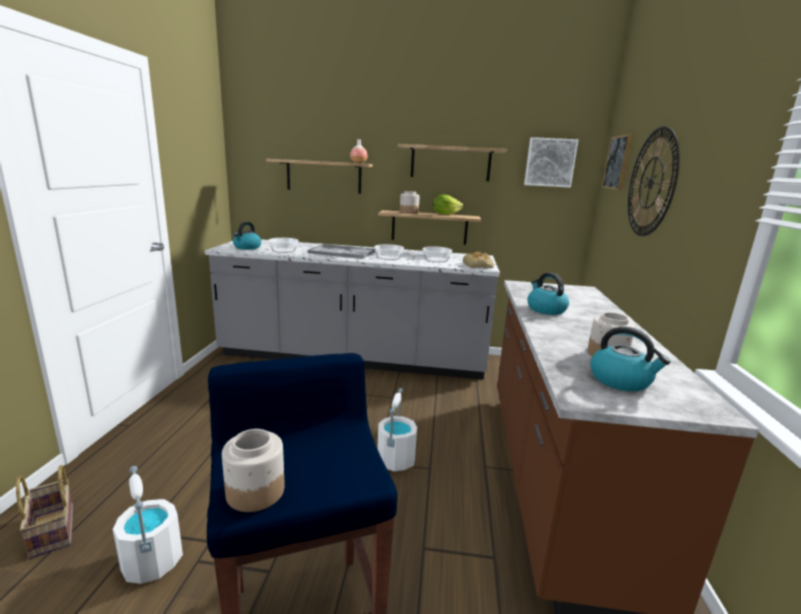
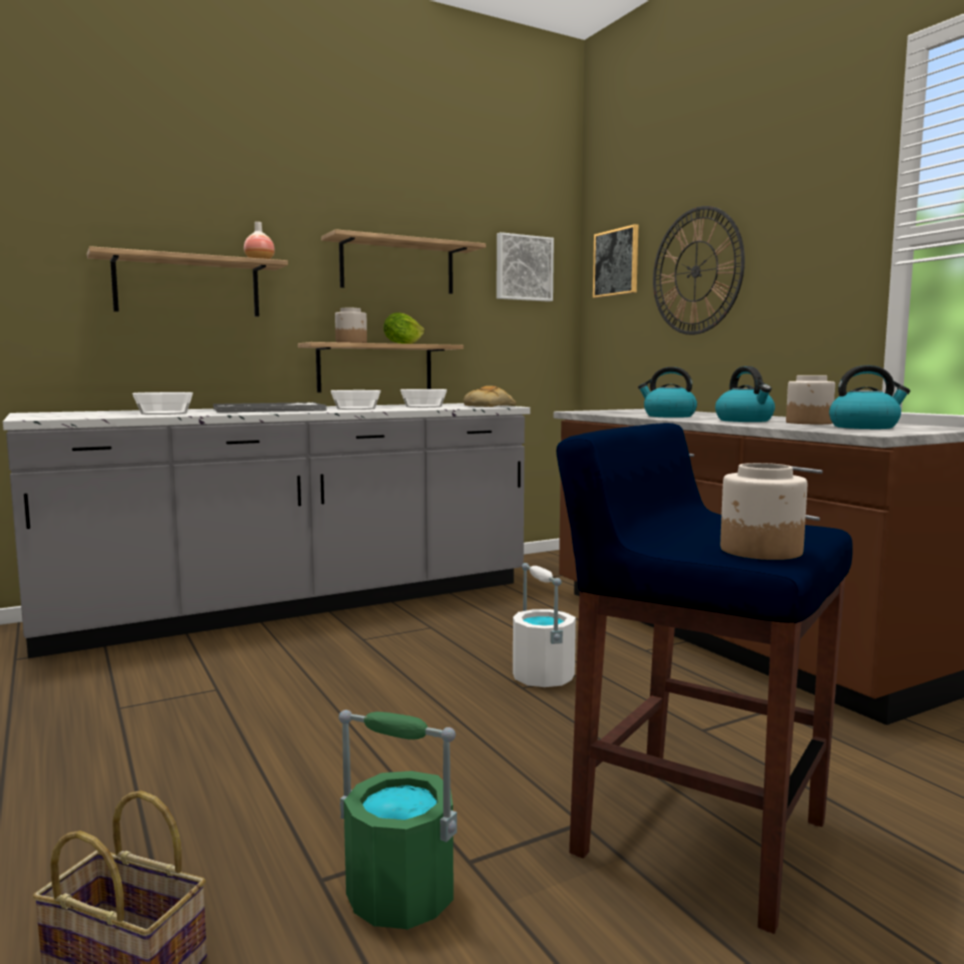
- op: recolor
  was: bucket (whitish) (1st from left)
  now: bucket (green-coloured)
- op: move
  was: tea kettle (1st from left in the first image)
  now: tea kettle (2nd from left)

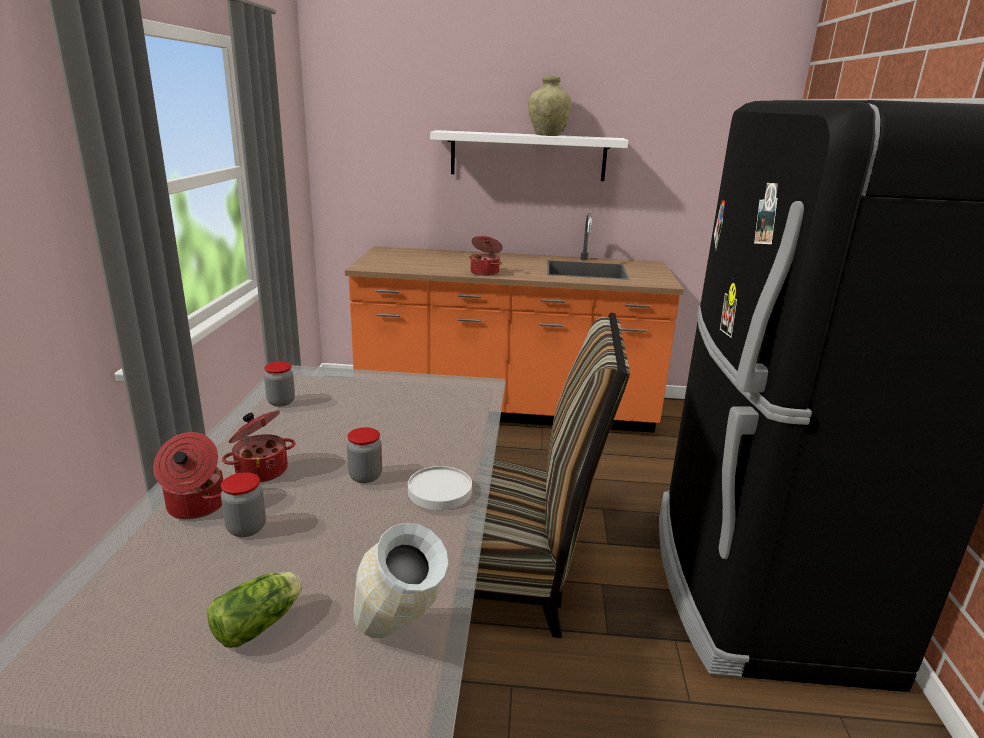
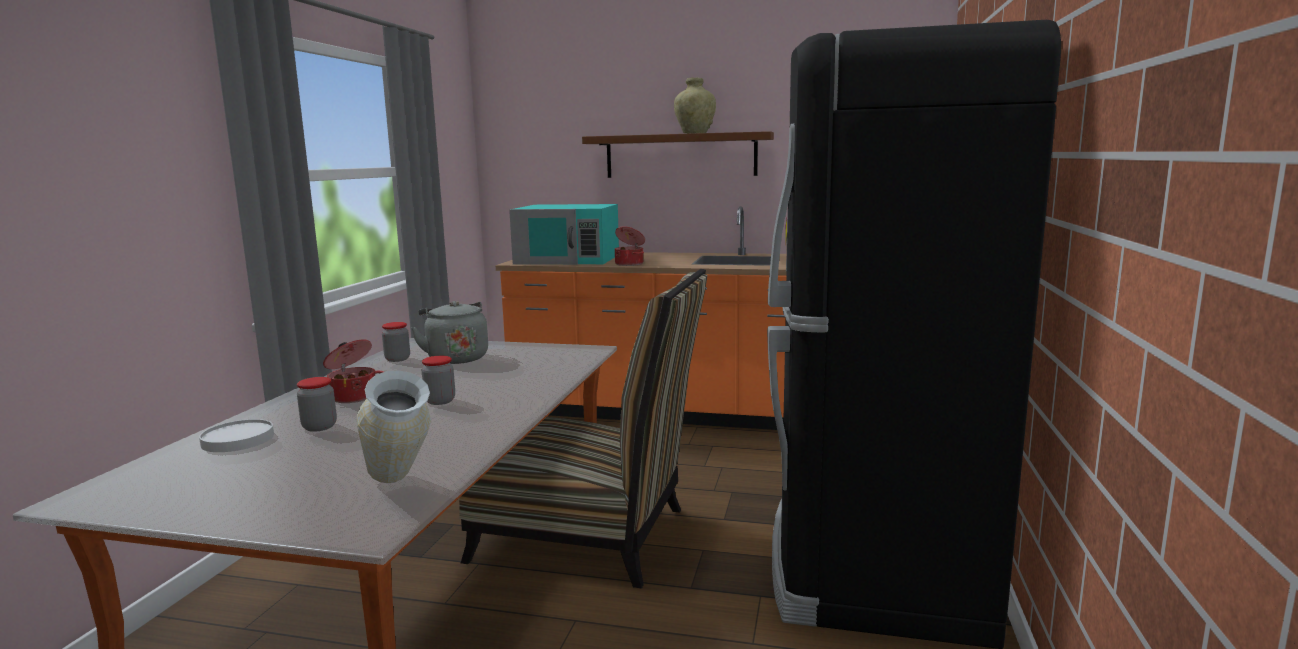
- op: move
  was: dinner plate (whitish)
- op: insert
  now: tea kettle (grey)
- op: insert
  now: kitchen microwave (turquoise)
- op: recolor
  was: wall shelf (whitish)
  now: wall shelf (brownish)
- op: delete
  was: stockpot (1st from left)
- op: delete
  was: lettuce

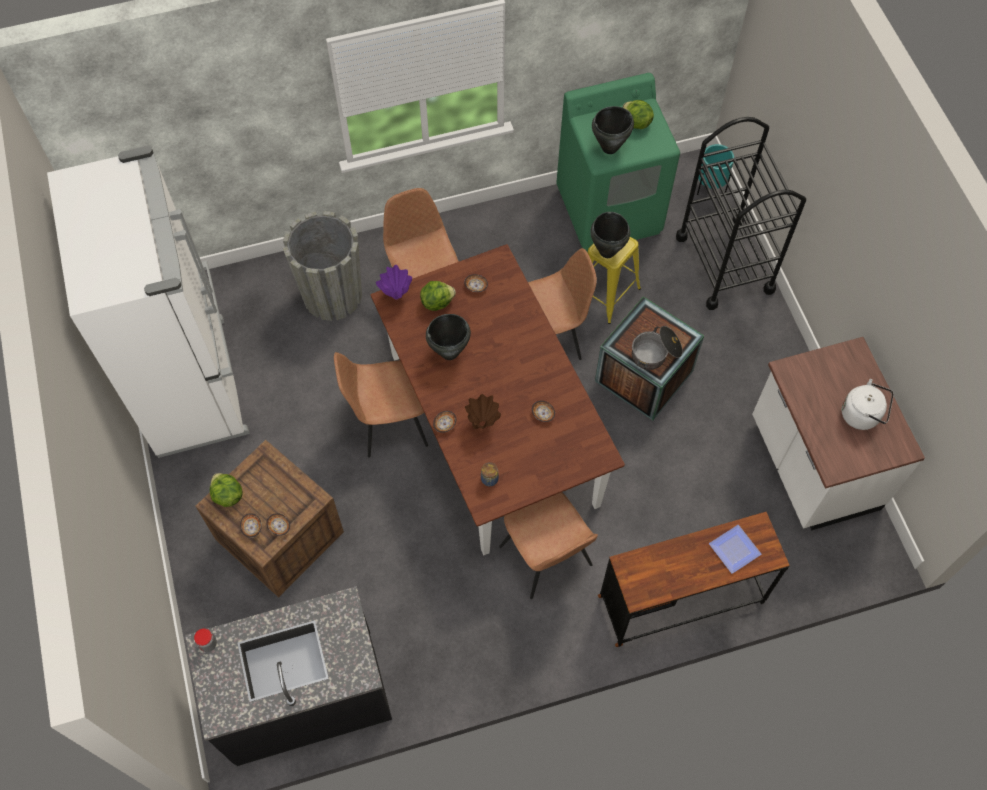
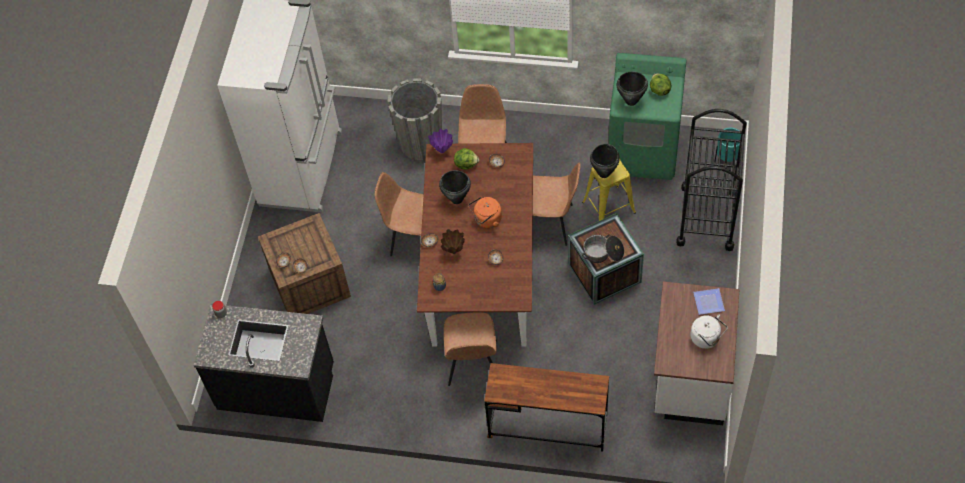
- op: insert
  now: tea kettle (orangey)
- op: move
  was: dinner plate
- op: delete
  was: lettuce (1st from left)

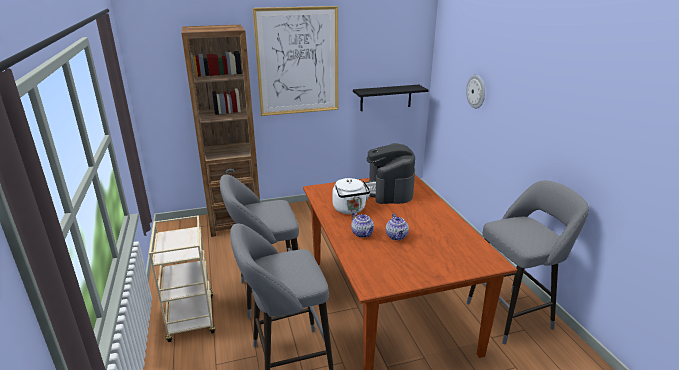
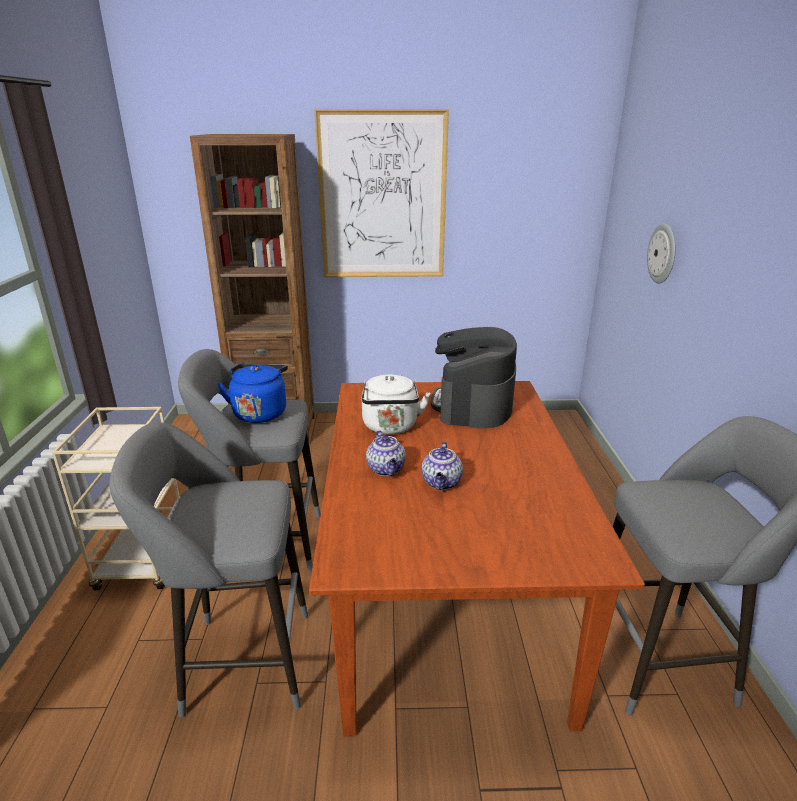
- op: insert
  now: tea kettle (bluish)
- op: delete
  was: wall shelf (black-coloured)

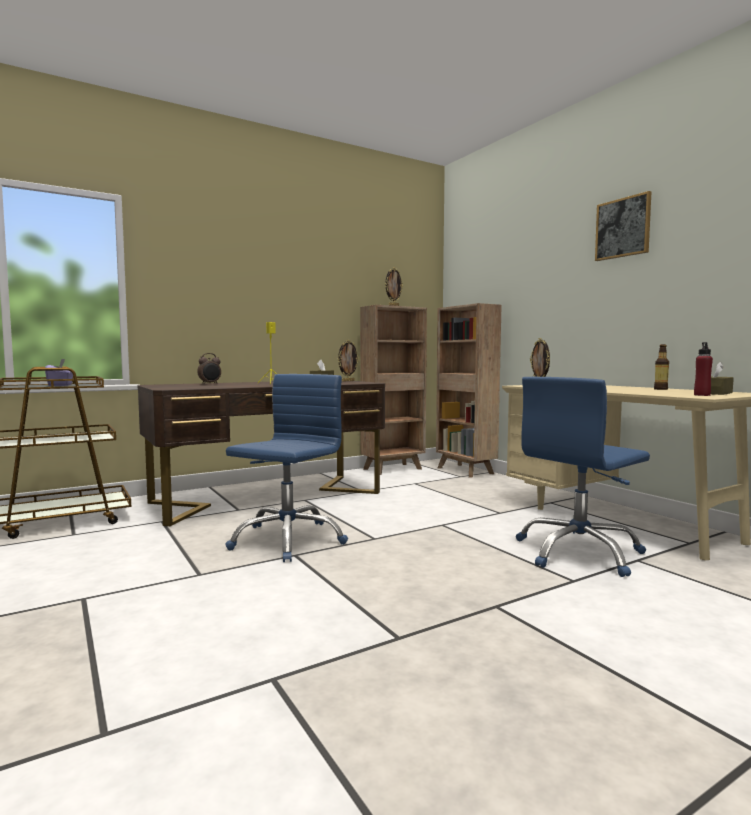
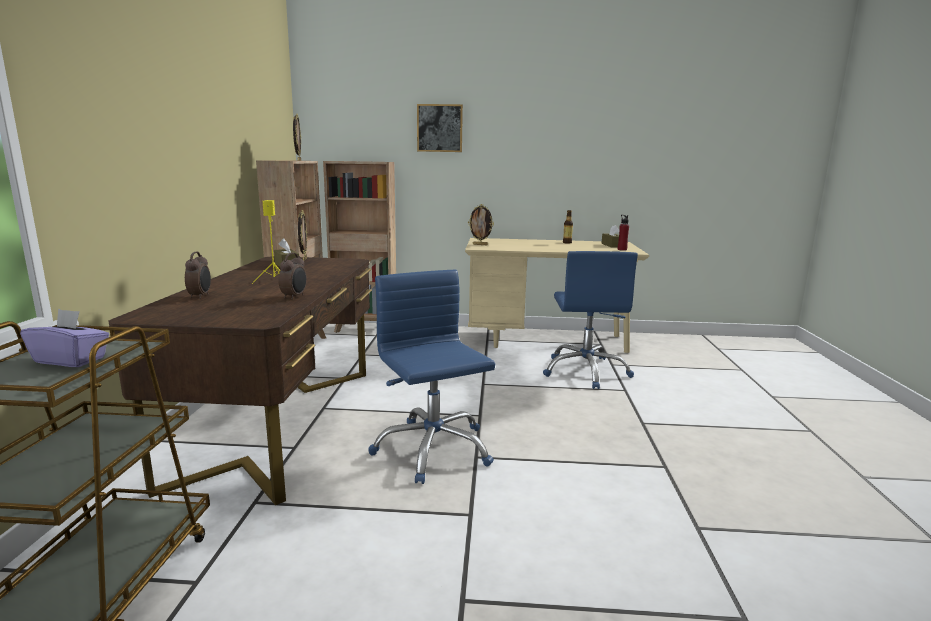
- op: insert
  now: table clock (2nd from left)
- op: move
  was: wall picture

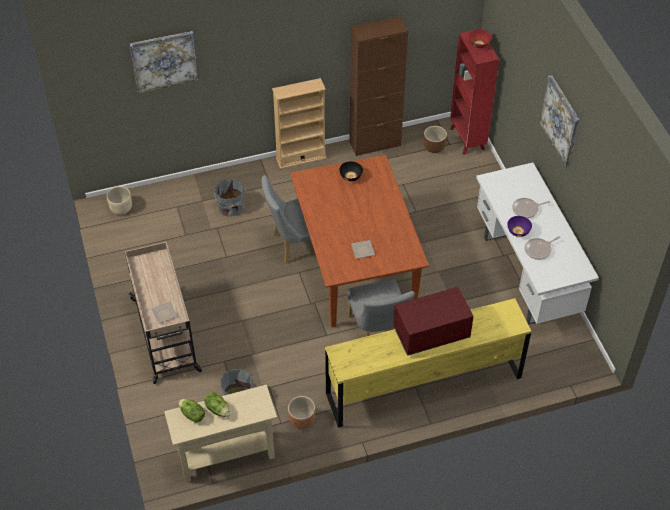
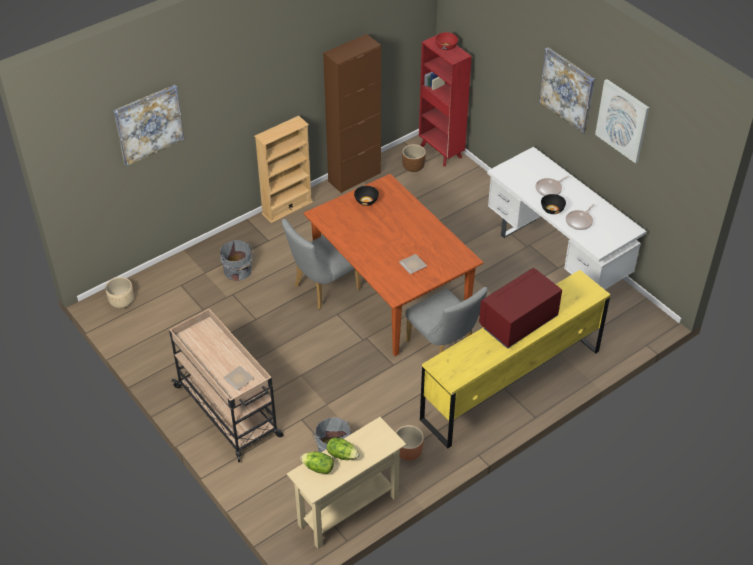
- op: recolor
  was: bowl (purple-coloured)
  now: bowl (black-coloured) (2nd from left)
- op: insert
  now: wall picture (3rd from left)

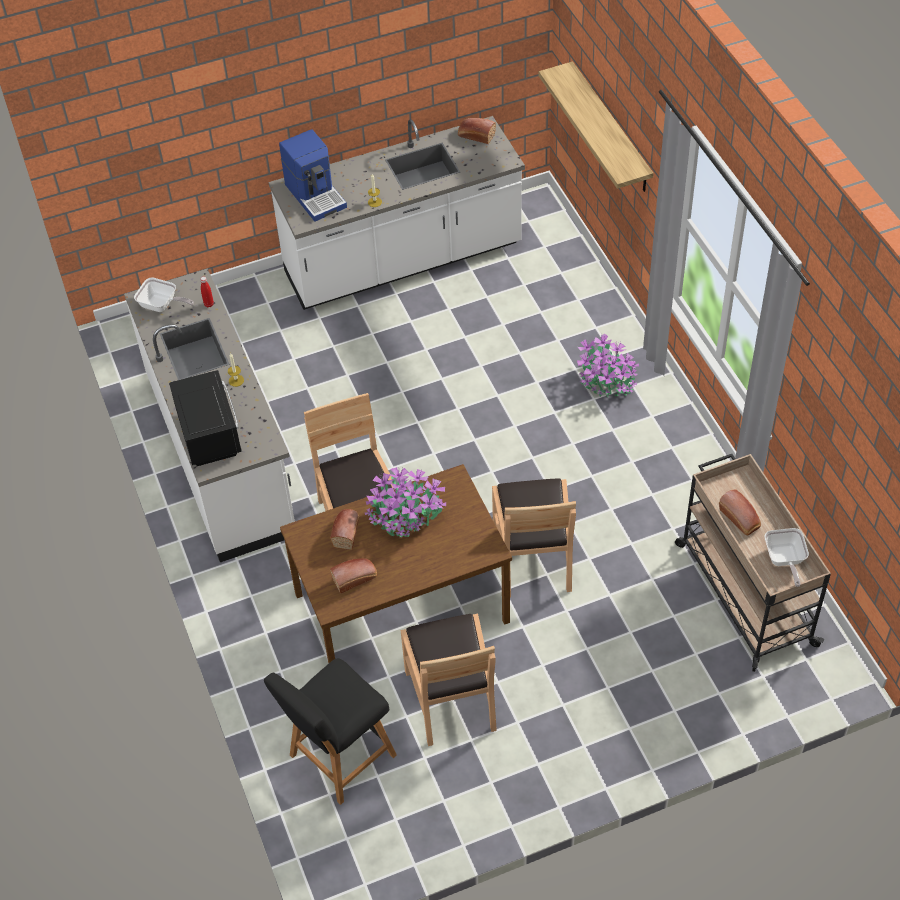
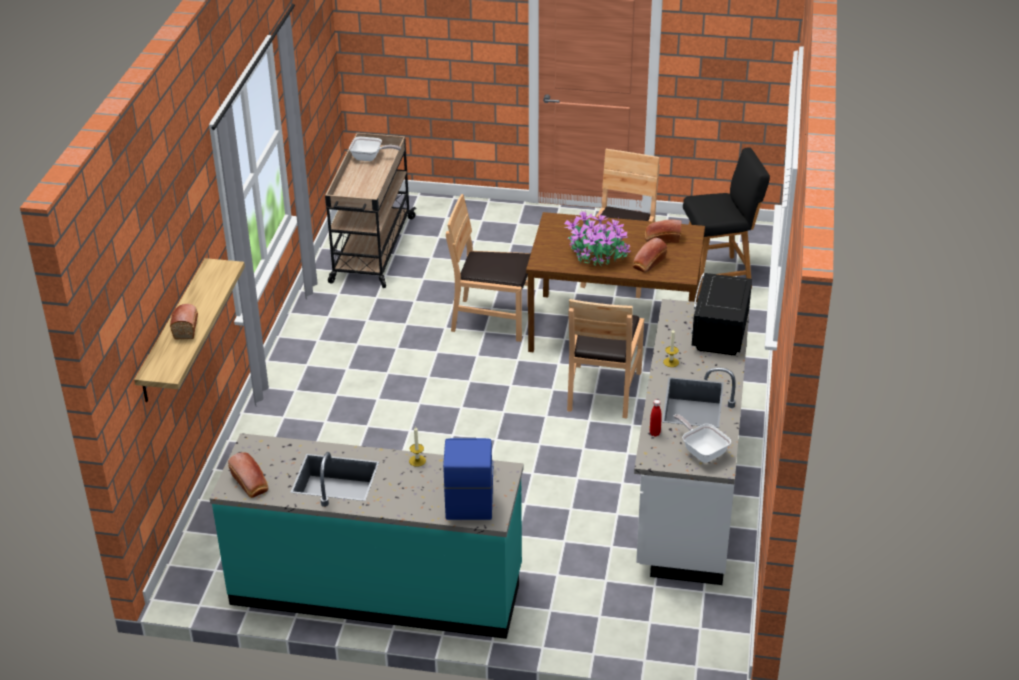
- op: move
  was: bread (4th from left in the first image)
  now: bread (1st from left)
- op: recolor
  was: counter (whitish) (2nd from left)
  now: counter (turquoise)
- op: rotate
  was: frying pan (2nd from left in the first image)
  clockwise: 75
- op: rotate
  was: upright chair (brownish) (3rd from left in the first image)
  clockwise: -105
- op: delete
  was: potted plant (2nd from left)

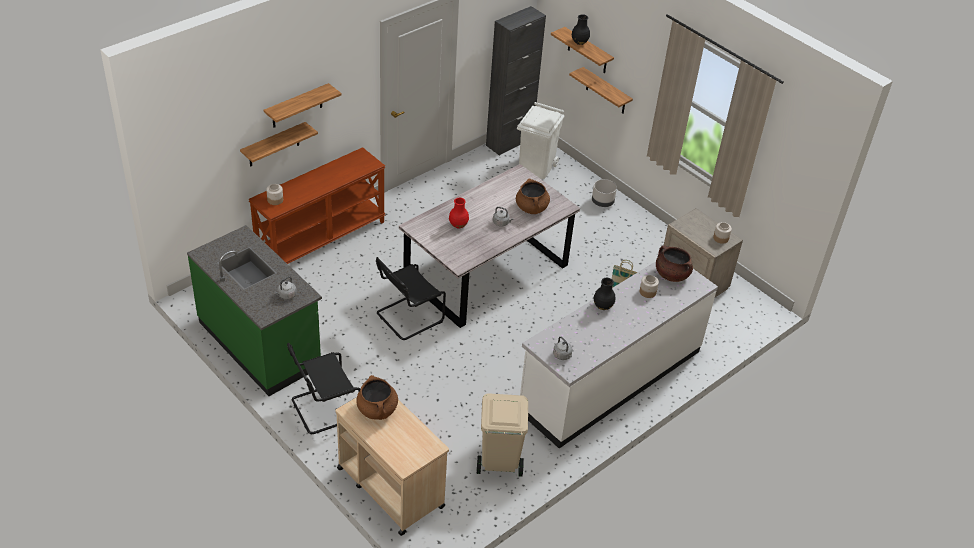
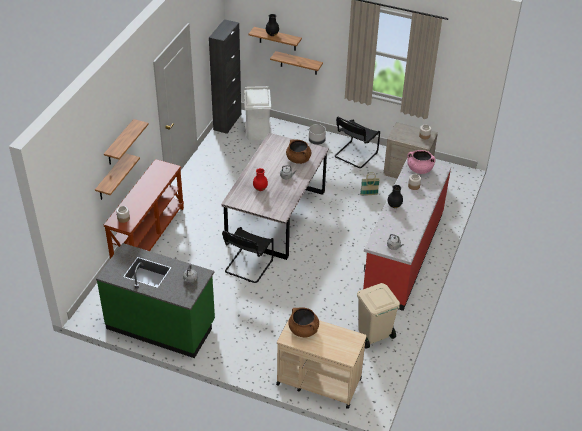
- op: move
  was: upright chair (black-coloured) (1st from left in the first image)
  now: upright chair (black-coloured) (2nd from left)
- op: recolor
  was: counter (whitish)
  now: counter (red-coloured)
- op: recolor
  was: stockpot (brownish) (3rd from left)
  now: stockpot (pink)

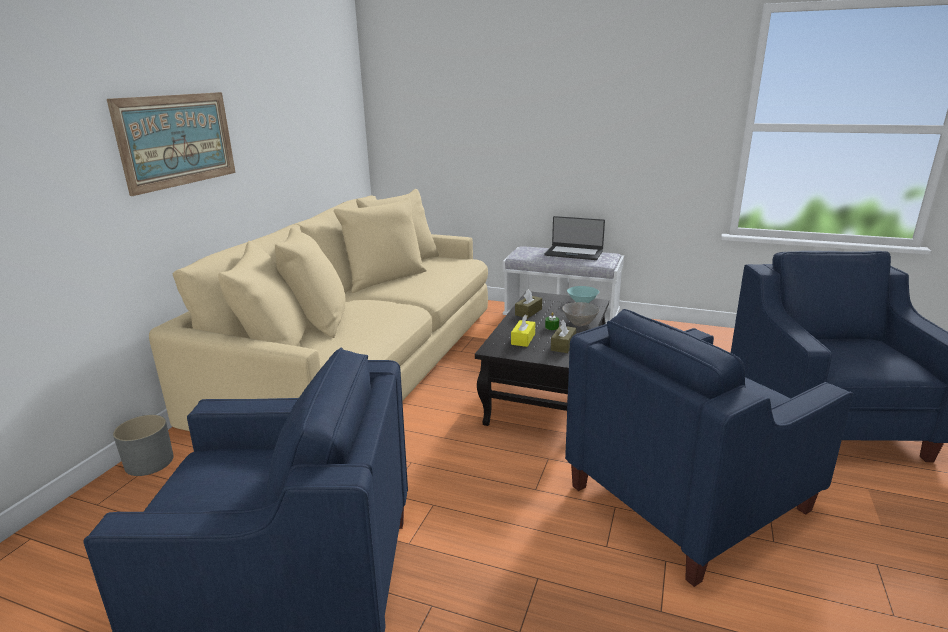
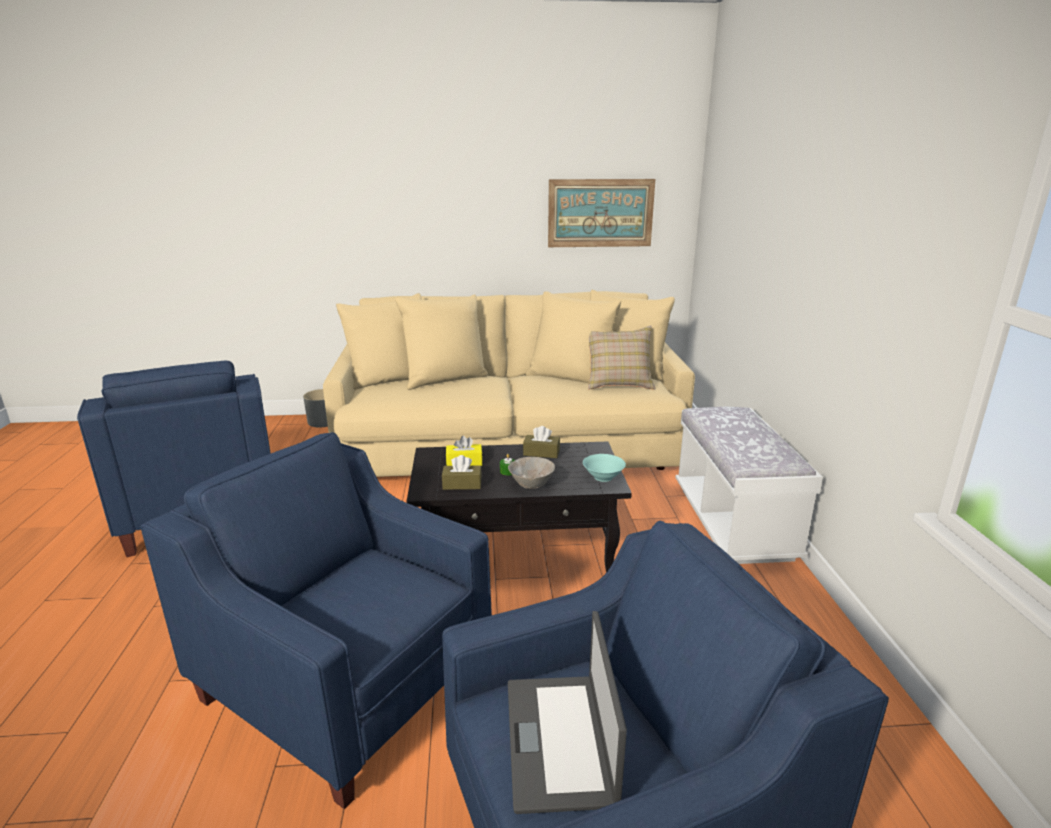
- op: move
  was: laptop
- op: move
  was: wall picture
- op: insert
  now: cushion (beige)

